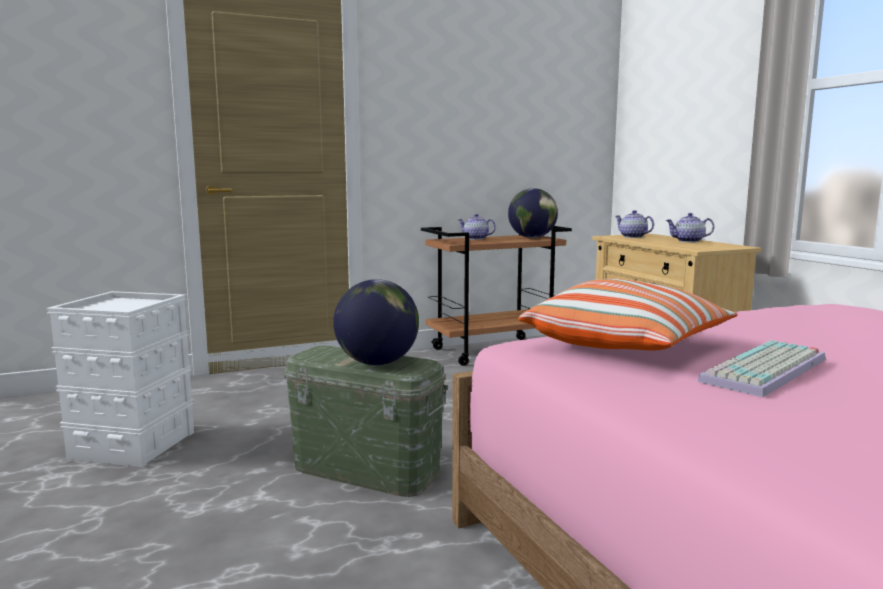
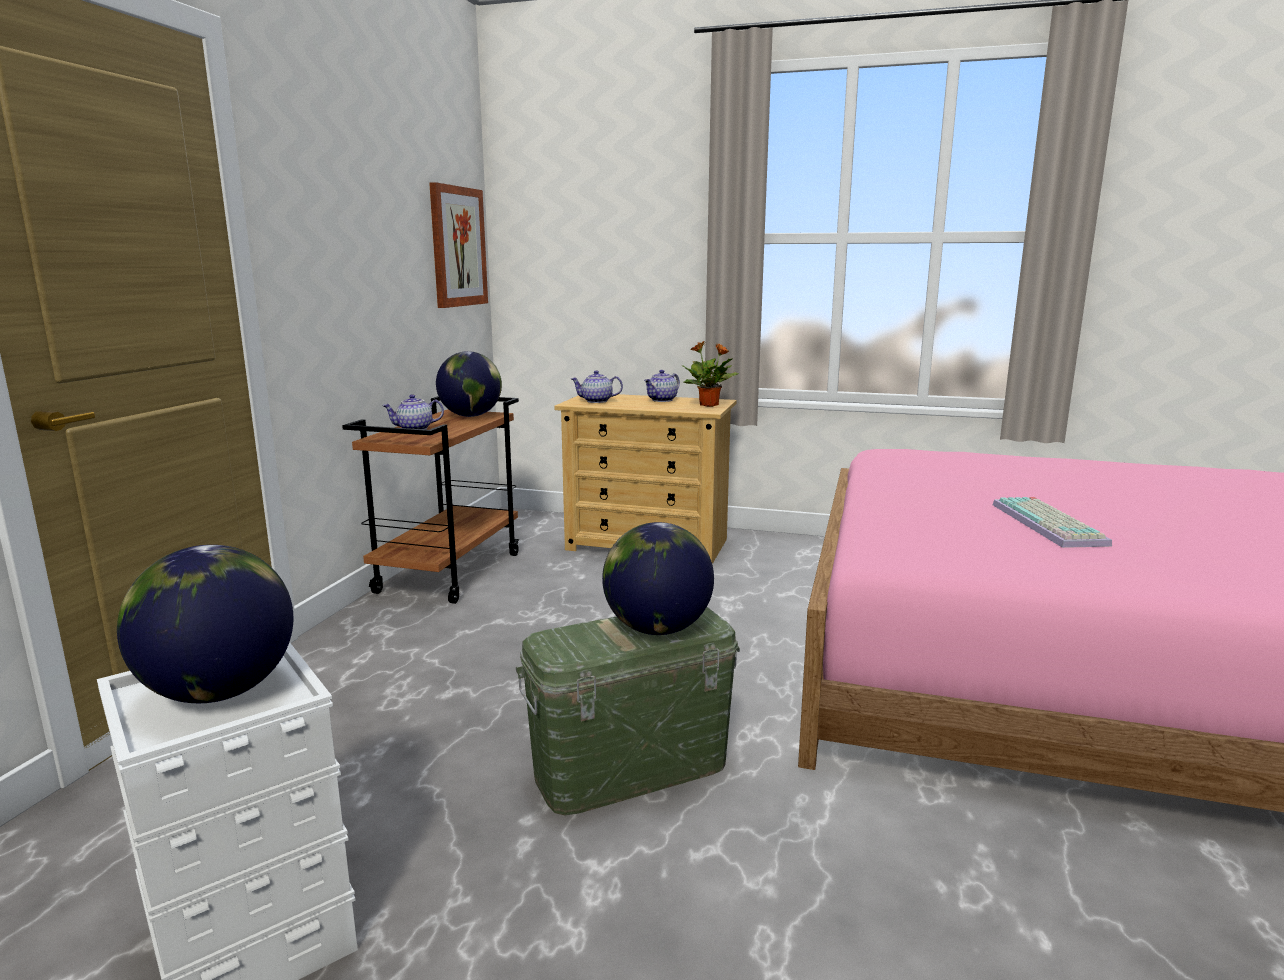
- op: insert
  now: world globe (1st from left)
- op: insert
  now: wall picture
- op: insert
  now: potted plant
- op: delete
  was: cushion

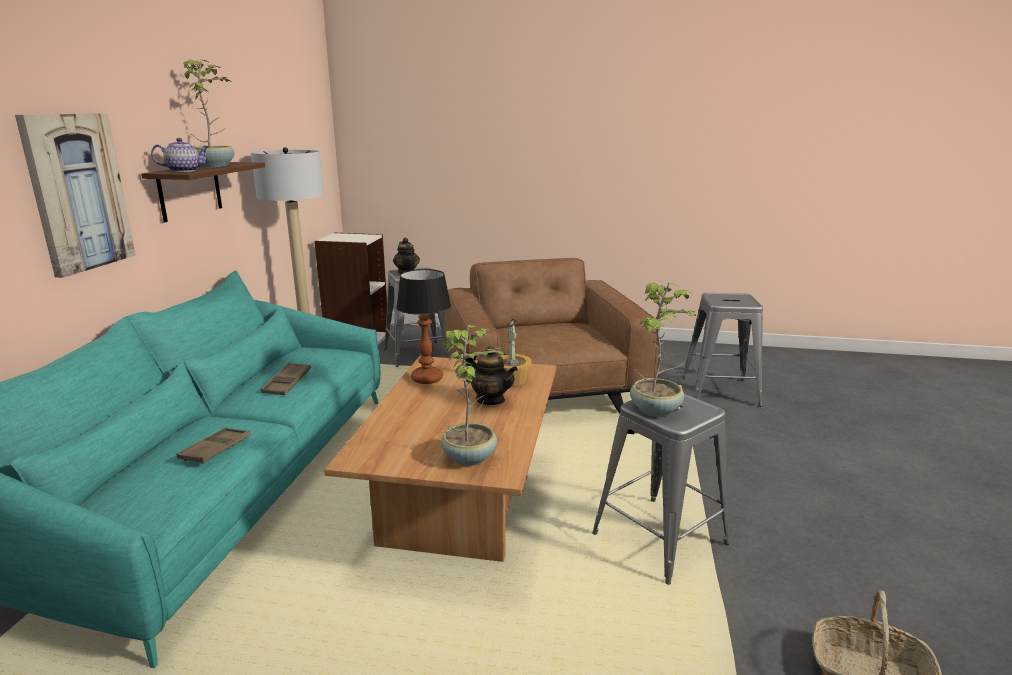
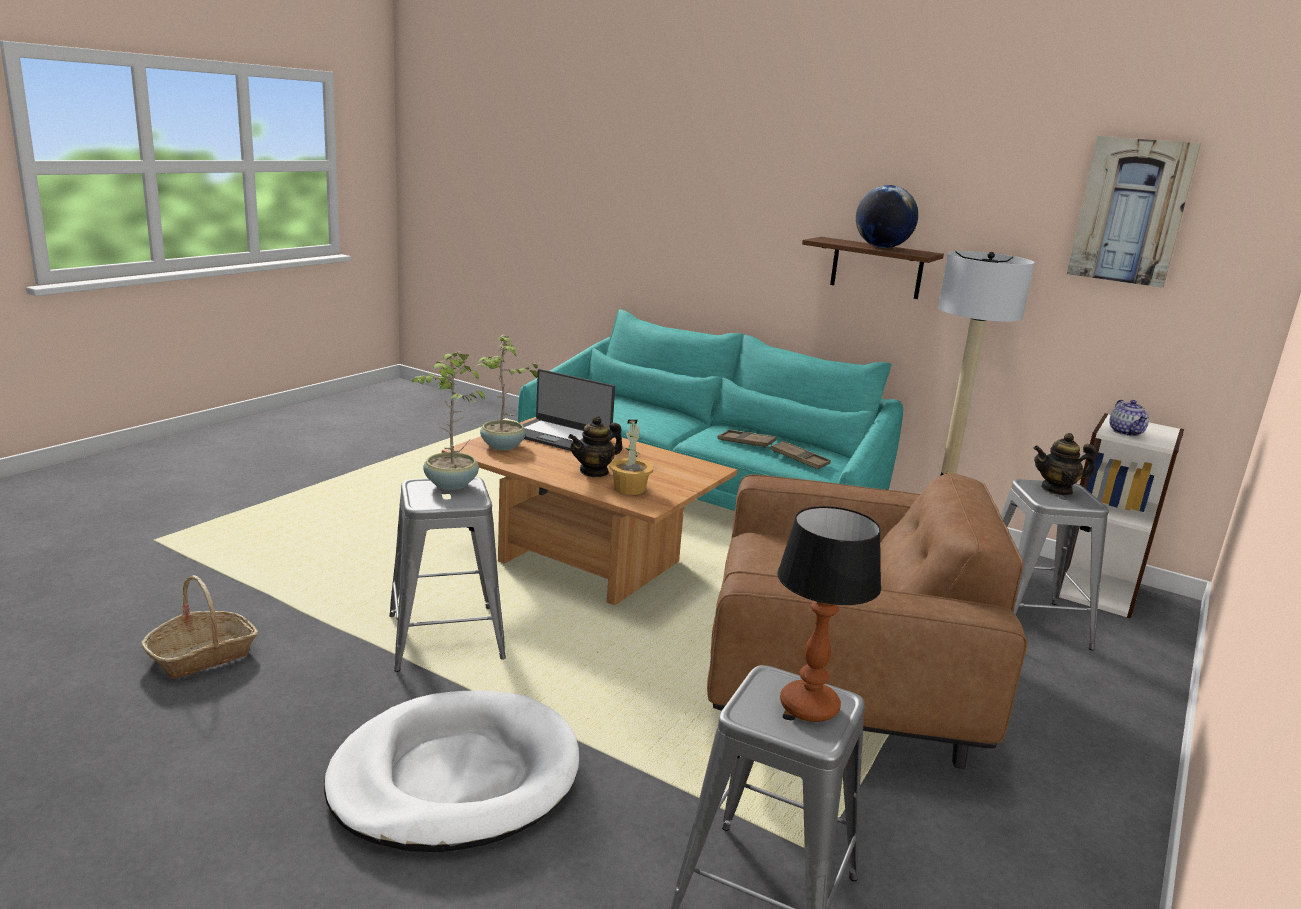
- op: insert
  now: dog cushion (whitish)
- op: insert
  now: laptop
- op: move
  was: serving tray (brownish) (1st from left in the first image)
  now: serving tray (brownish) (2nd from left)
- op: move
  was: lamp for a table
- op: replace
  was: potted plant (1st from left)
  now: world globe
- op: move
  was: wall picture
- op: move
  was: tea pot (1st from left in the first image)
  now: tea pot (3rd from left)

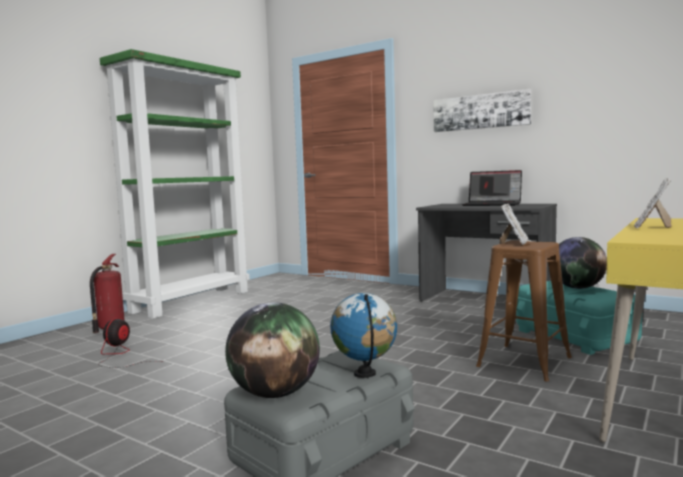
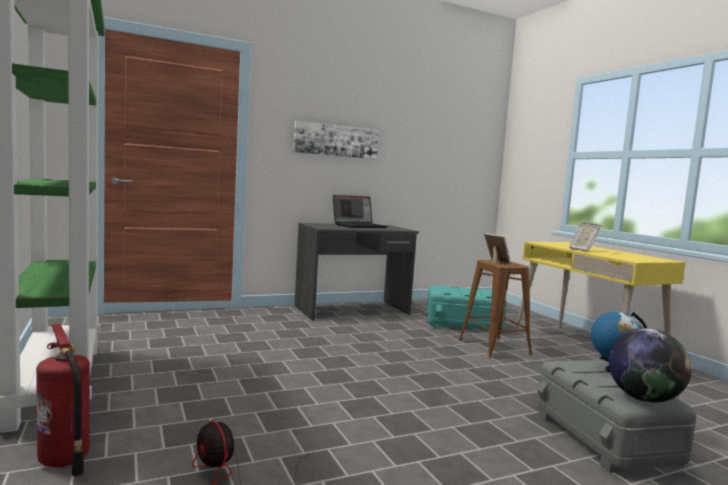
- op: delete
  was: world globe (3rd from left)

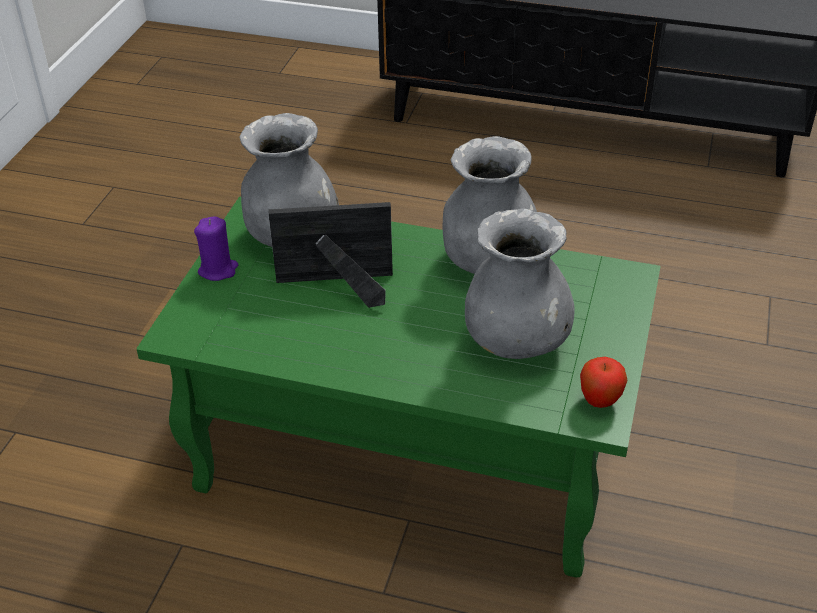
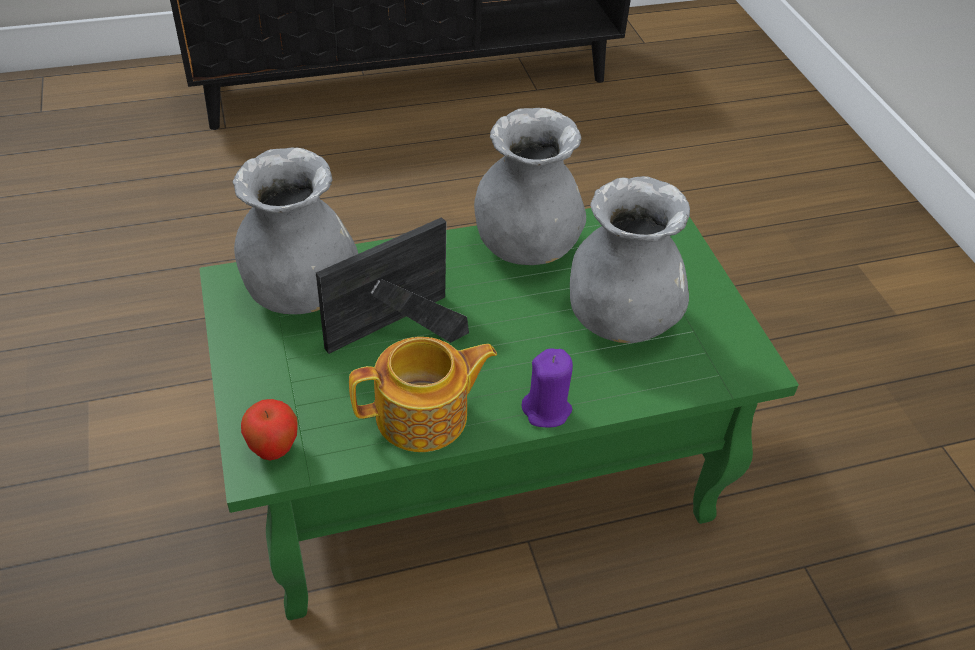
- op: move
  was: apple
- op: insert
  now: tea pot
- op: move
  was: wax candle (purple-coloured)

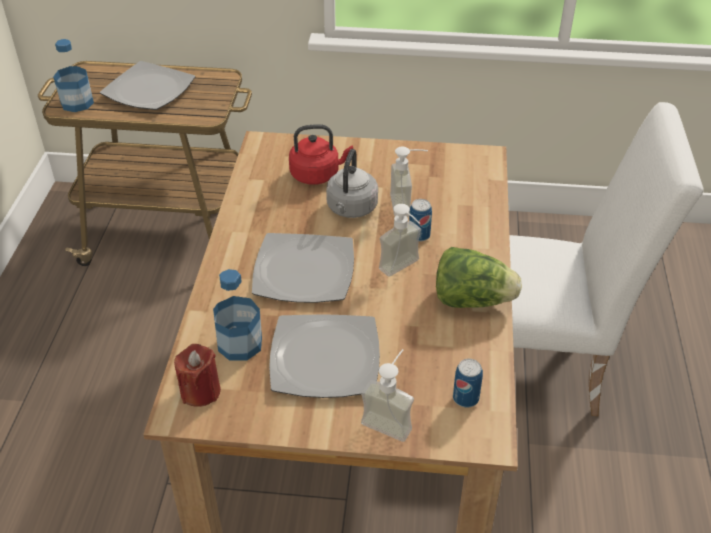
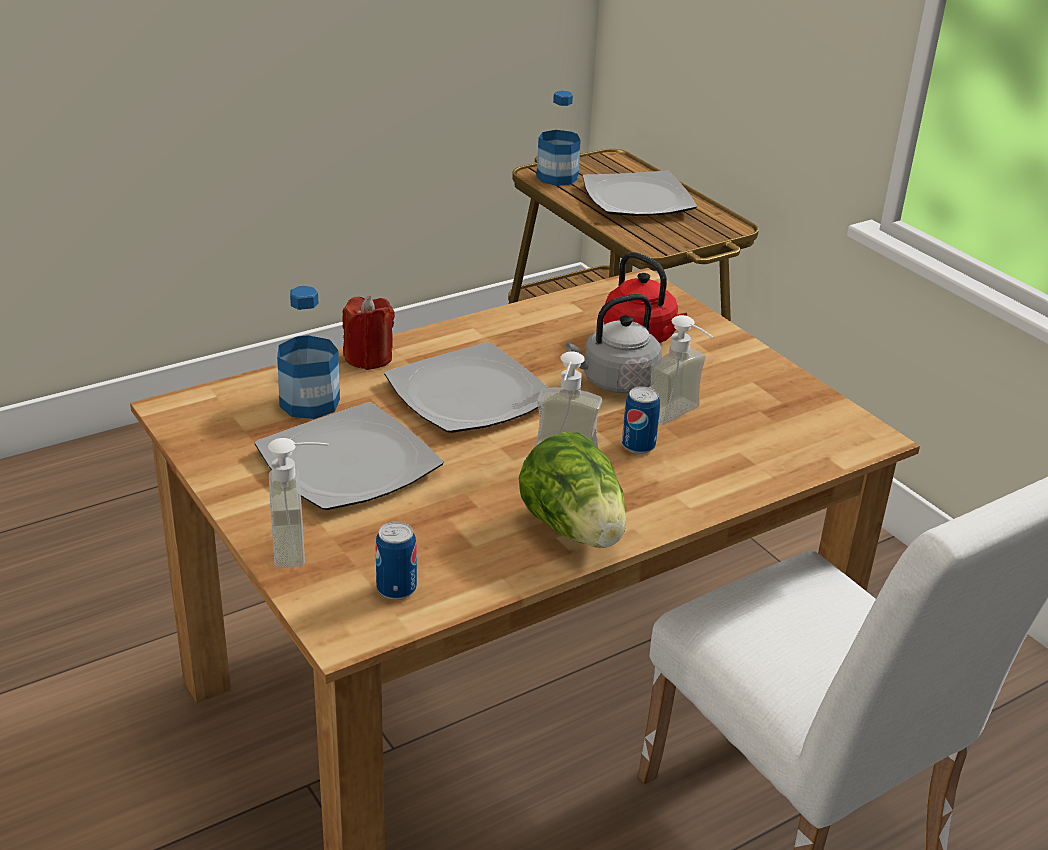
- op: move
  was: wax candle (red-coloured)

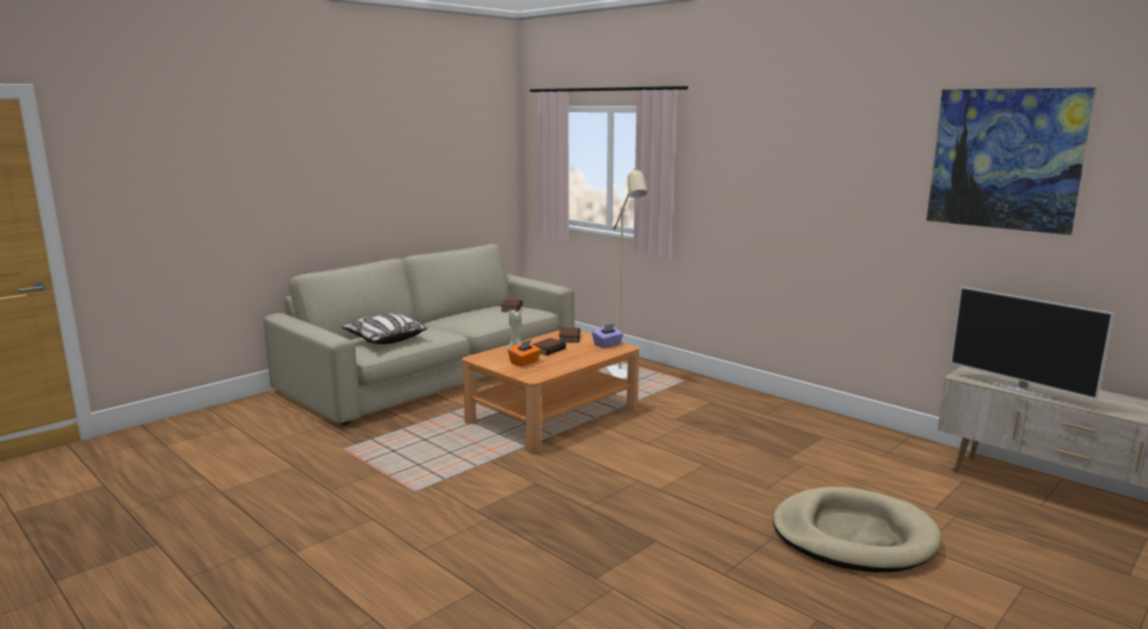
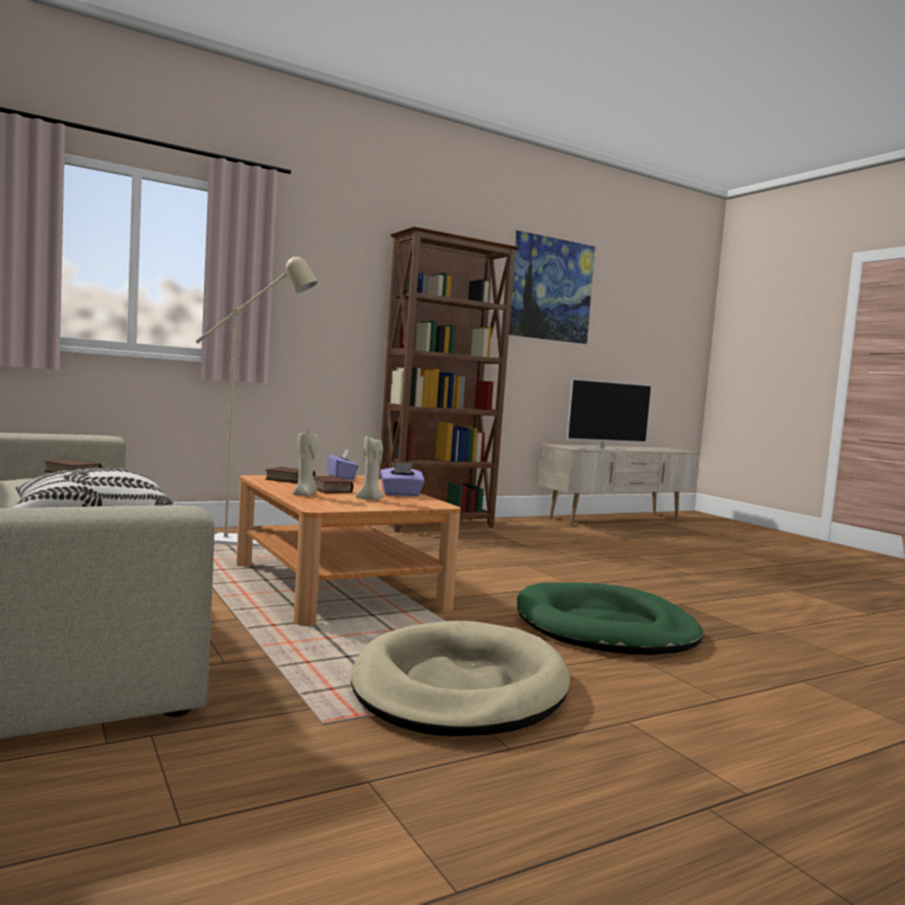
- op: move
  was: dog cushion (beige)
- op: replace
  was: box of tissues (orangey)
  now: wax candle (beige) (2nd from left)
- op: insert
  now: bookcase (brownish)
- op: insert
  now: box of tissues (purple-coloured) (2nd from left)
- op: insert
  now: dog cushion (green-coloured)

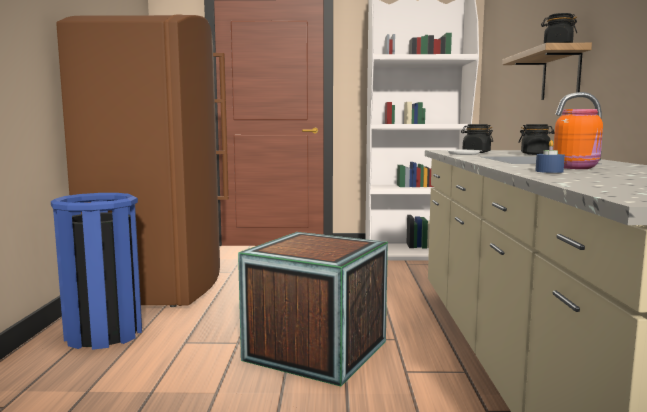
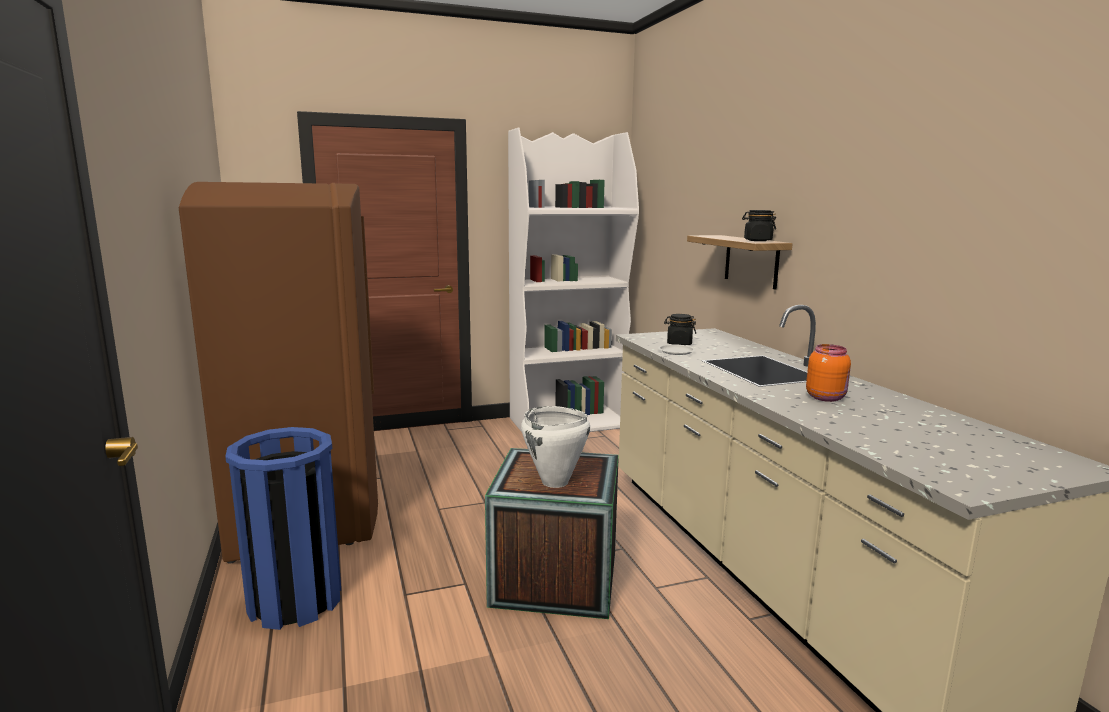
- op: insert
  now: stockpot (whitish)
- op: delete
  was: storage jar (black-coloured) (2nd from left)
- op: delete
  was: wax candle (bluish)

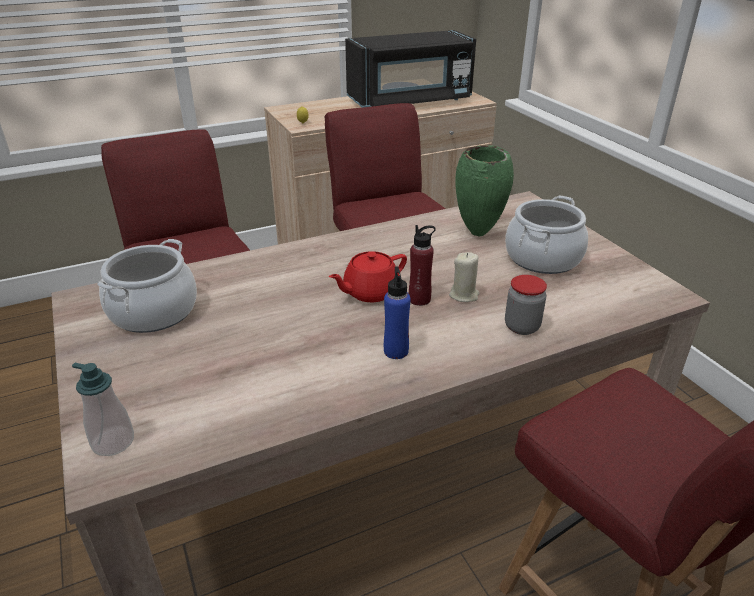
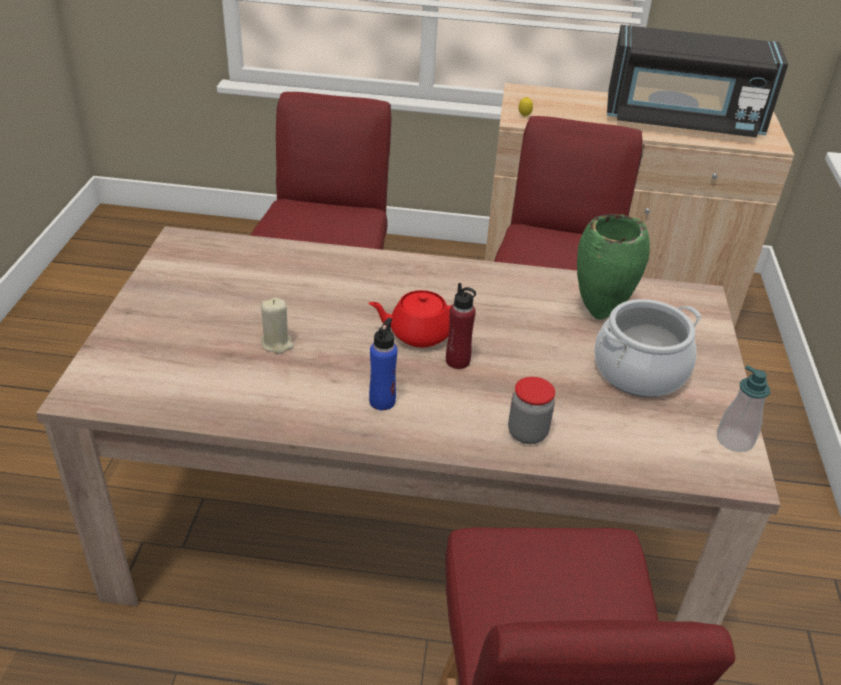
- op: move
  was: wax candle (beige)
- op: move
  was: soap bottle
- op: delete
  was: stockpot (1st from left)

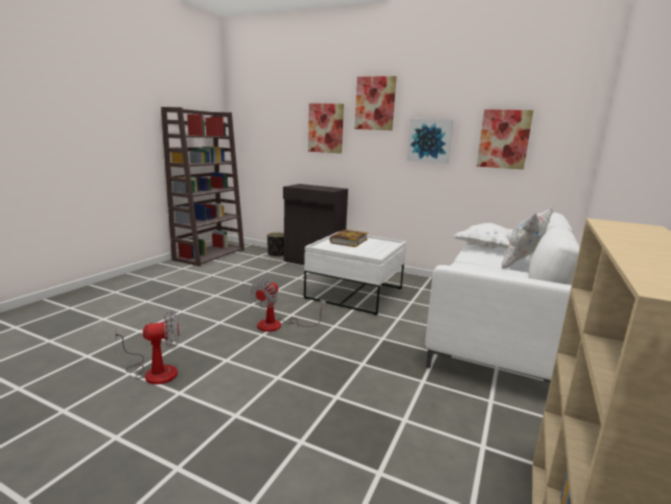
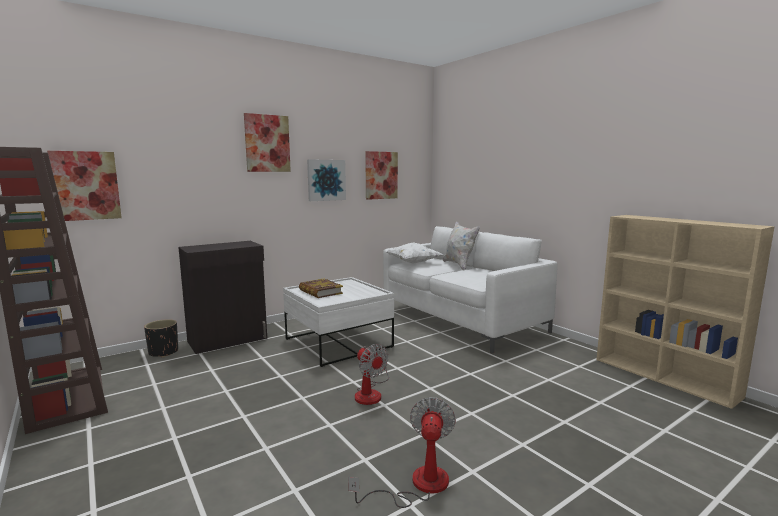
- op: move
  was: wall picture (1st from left)

